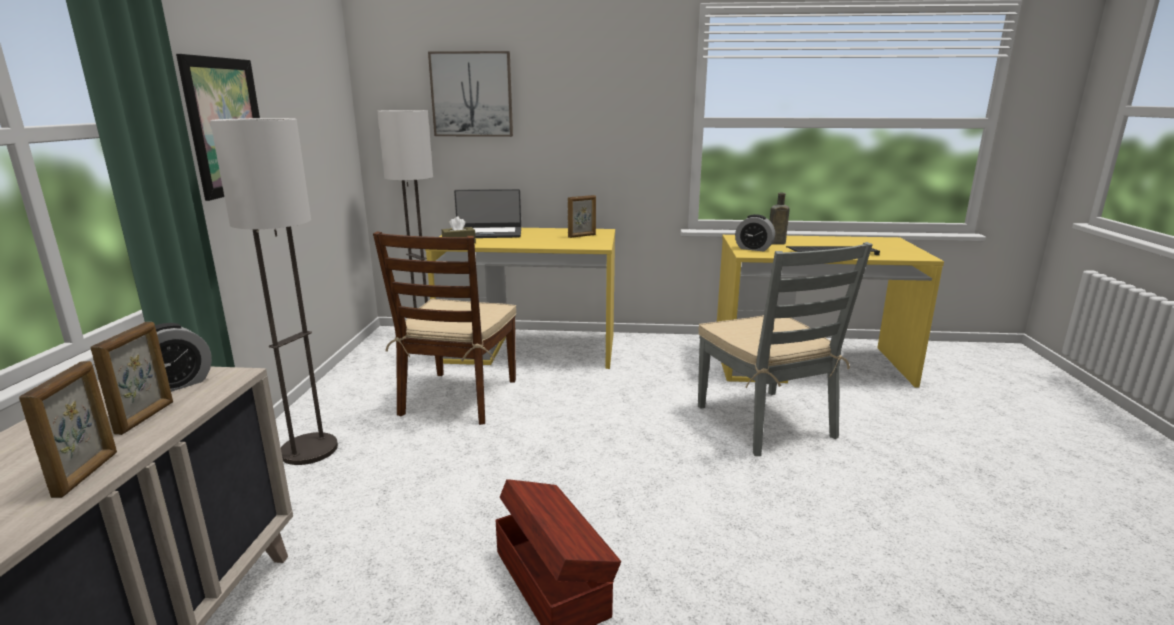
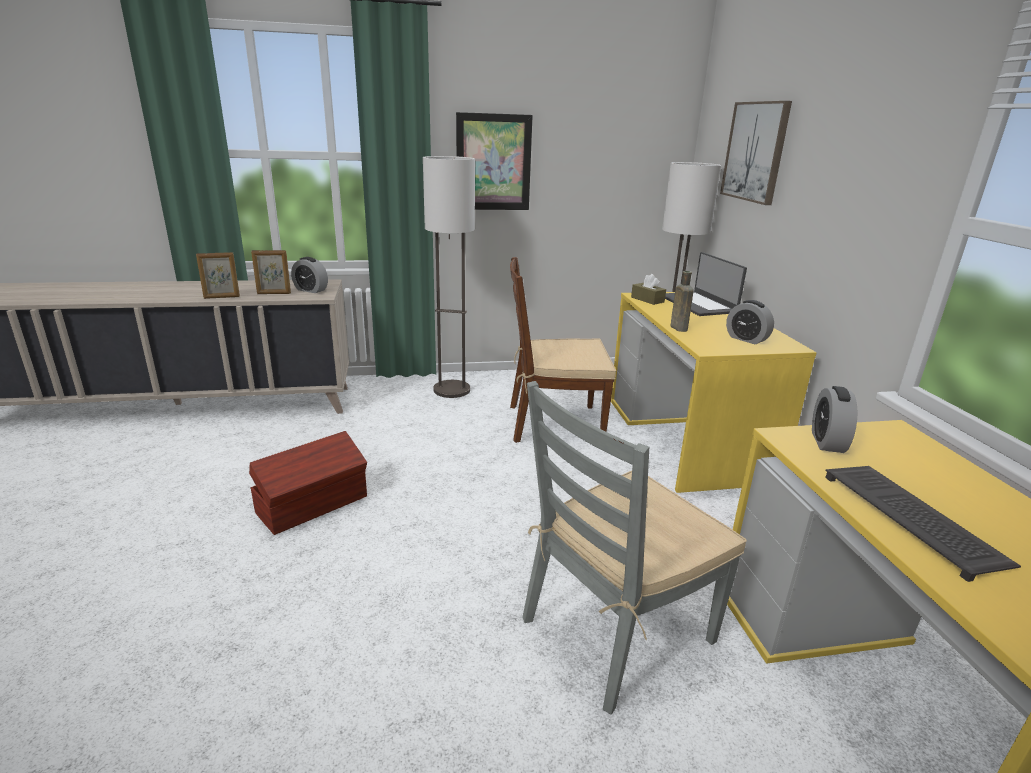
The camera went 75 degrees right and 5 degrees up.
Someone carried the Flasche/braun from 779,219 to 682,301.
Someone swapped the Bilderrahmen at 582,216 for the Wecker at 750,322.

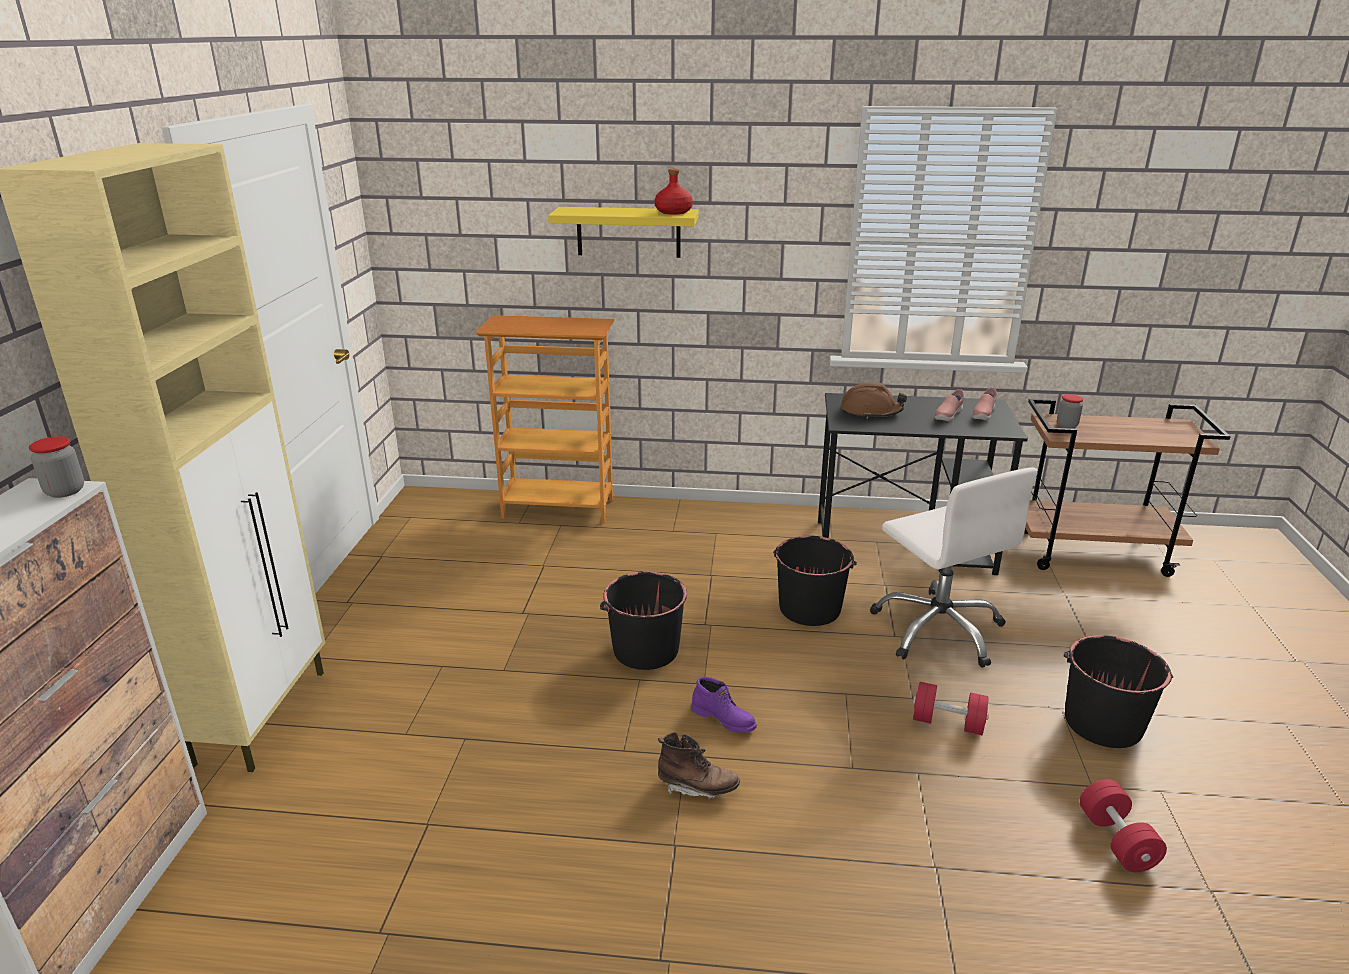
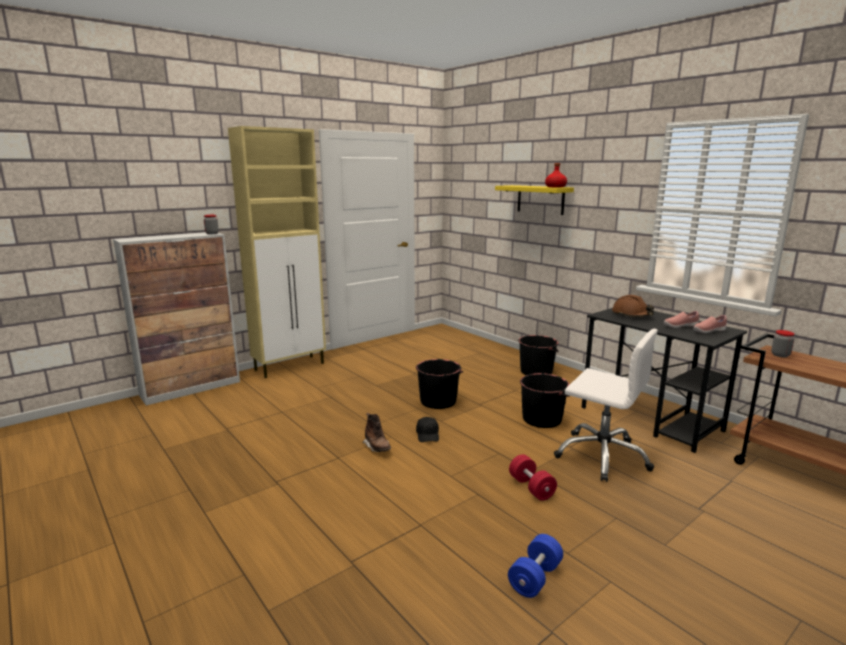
The camera went 45 degrees right and 10 degrees down.
Someone took away the Bücherregal at 545,419.
Someone rotated the Bürostuhl/weiß at 954,567 by 75 degrees counterclockwise.
Someone carried the Eimer/schwarz from 1118,691 to 538,355.
Someone swapped the Stiefel/lila at 724,705 for the Kappe/schwarz at 427,429.
Someone repainted the Hantel/rot at 1123,825, which became the Hantel/blau at 535,566.

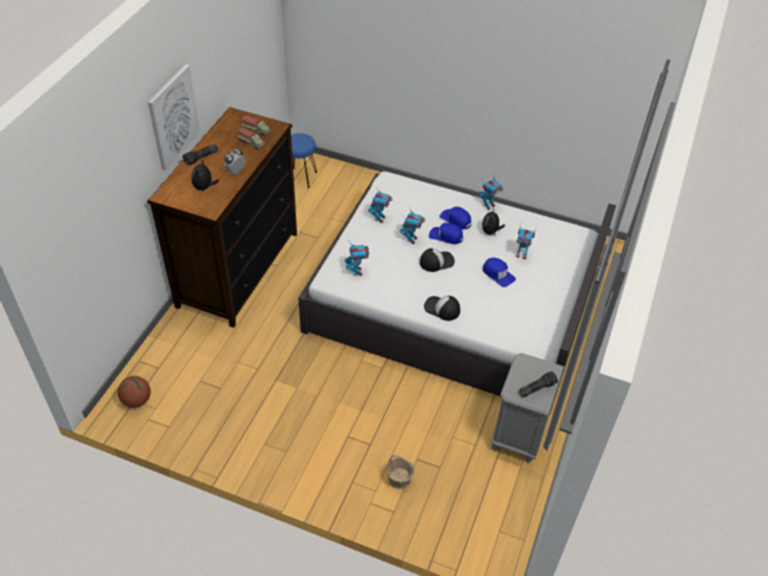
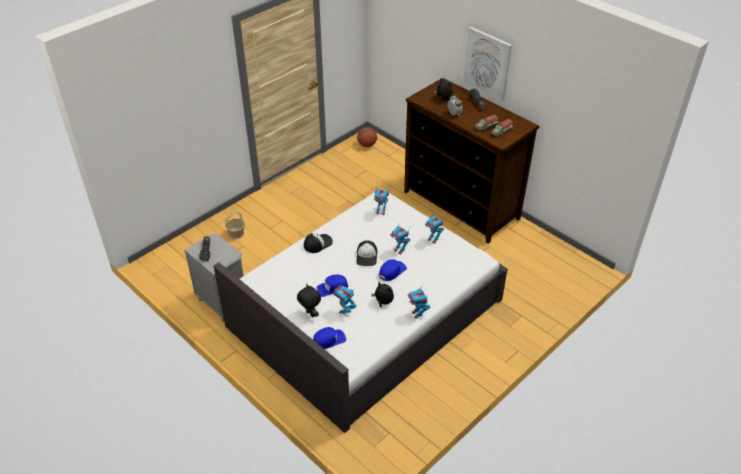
The camera went 115 degrees right and 5 degrees down.
Someone took away the Hocker/blau at 304,160.
Someone carried the Kappe/blau from 455,218 to 329,338.
Someone put down the Plüschtier/schwarz at 309,300.

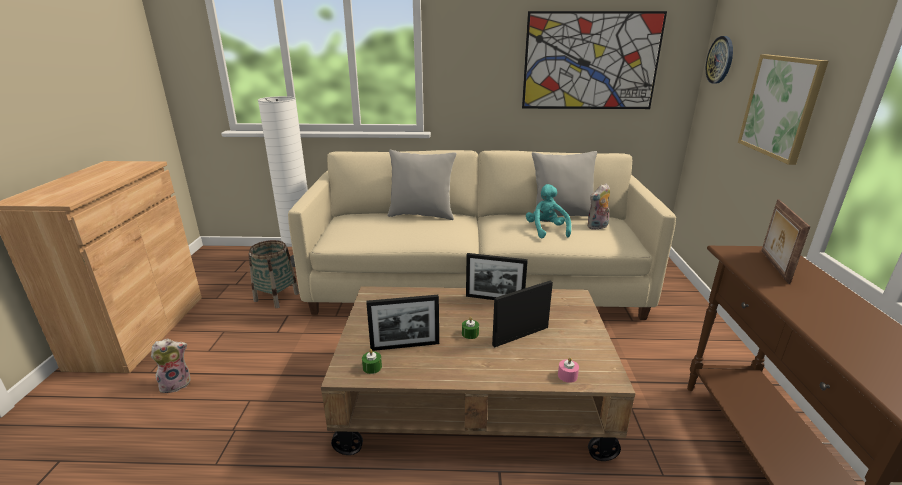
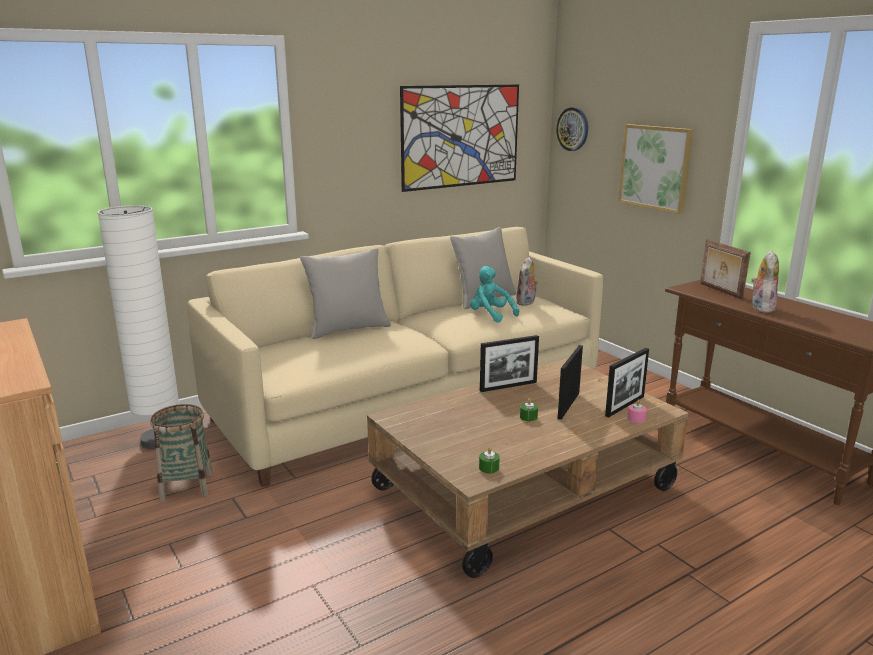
The camera went 35 degrees left and 5 degrees down.
Someone carried the Bilderrahmen from 402,323 to 627,383.
Someone carried the Plüschtier from 171,366 to 765,281.

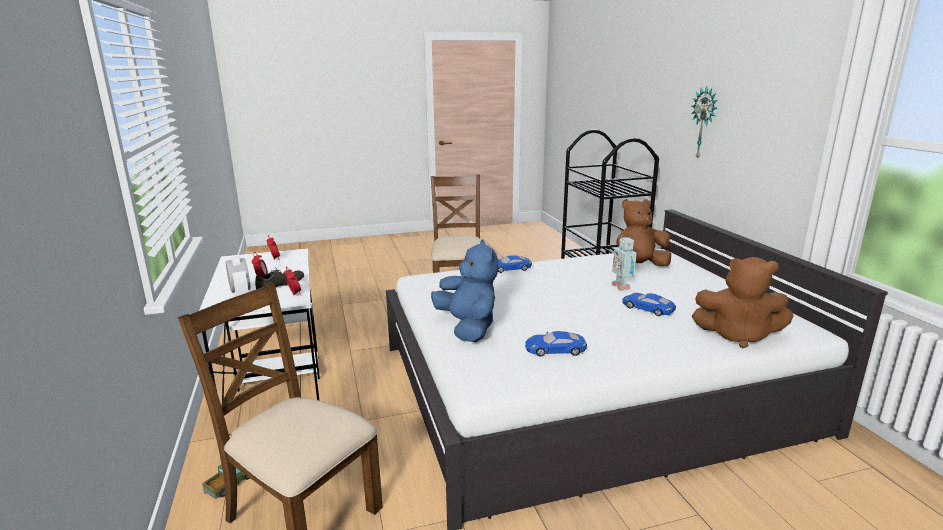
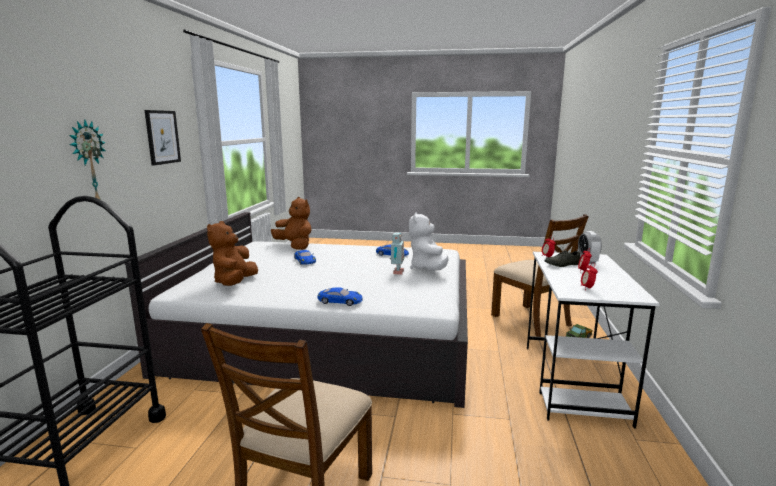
The camera went 155 degrees left and 5 degrees down.
Someone rotated the Plüschtier/braun at 643,232 by 90 degrees clockwise.
Someone carried the Spielzeugroboter from 624,264 to 397,254.
Someone repainted the Plüschtier/blau at 464,291, which became the Plüschtier/weiß at 428,241.
Someone put up the Bild at 162,137.

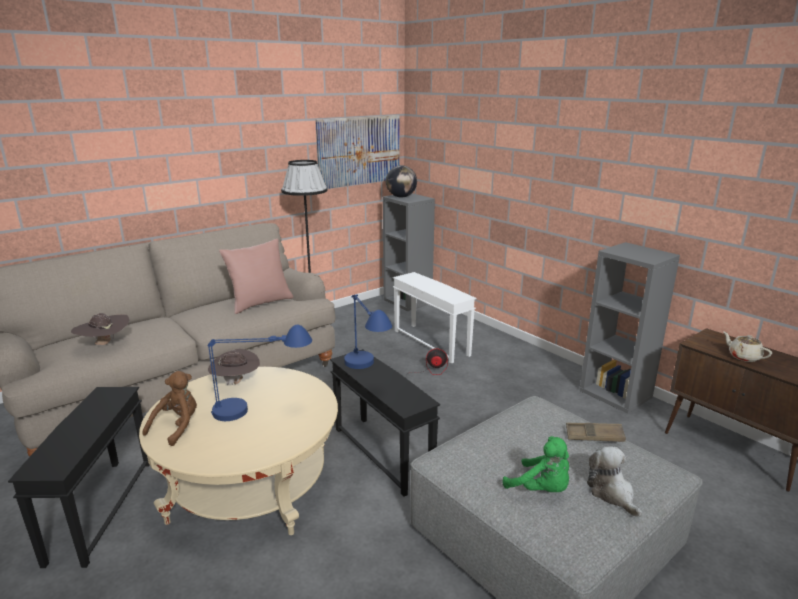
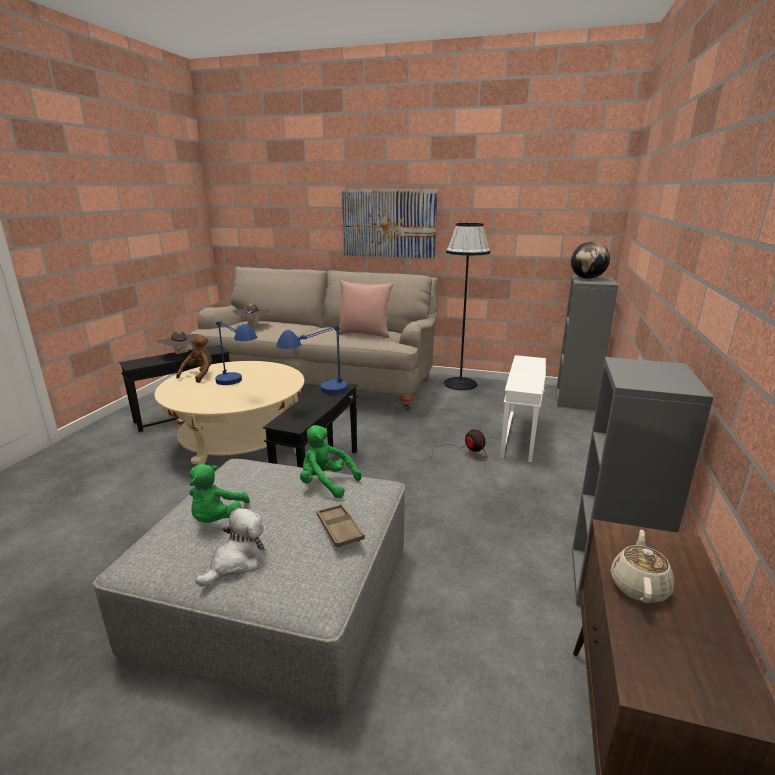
The camera went 55 degrees right and 0 degrees up.
Someone carried the Bild from 357,152 to 389,224.
Someone carried the Hut/braun from 234,367 to 178,342.
Someone rotated the Plüschtier/braun at 169,408 by 60 degrees counterclockwise.
Someone put down the Plüschtier/grün at 330,461.

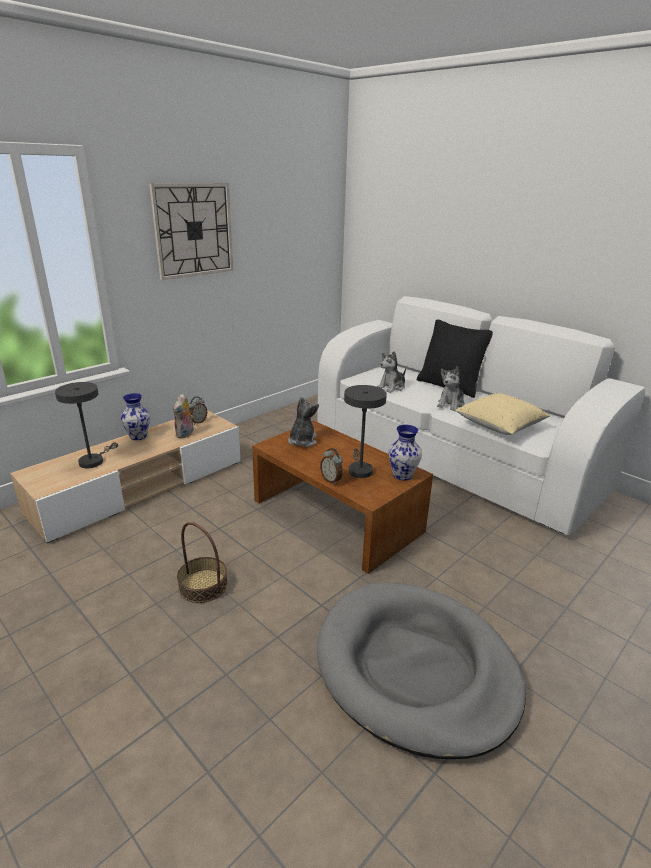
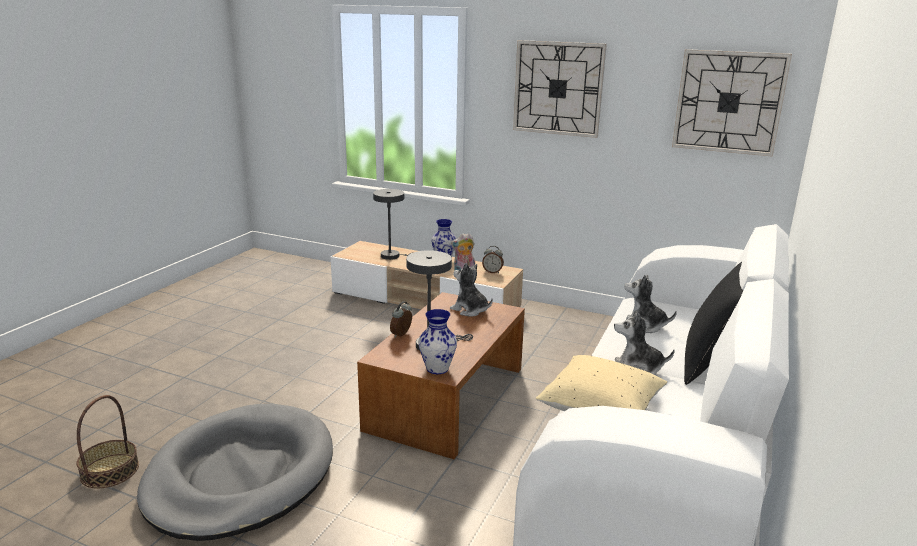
The camera went 70 degrees right and 5 degrees down.
Someone rotated the Plüschtier at 303,421 by 135 degrees counterclockwise.
Someone carried the Korb from 202,562 to 107,441.
Someone put up the Wanduhr at 732,103.

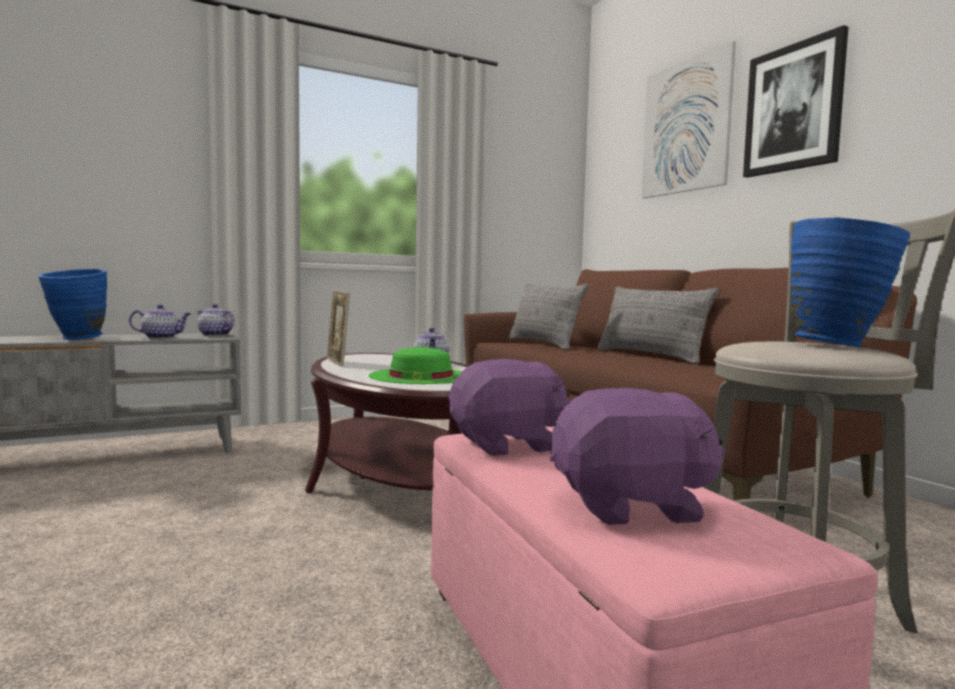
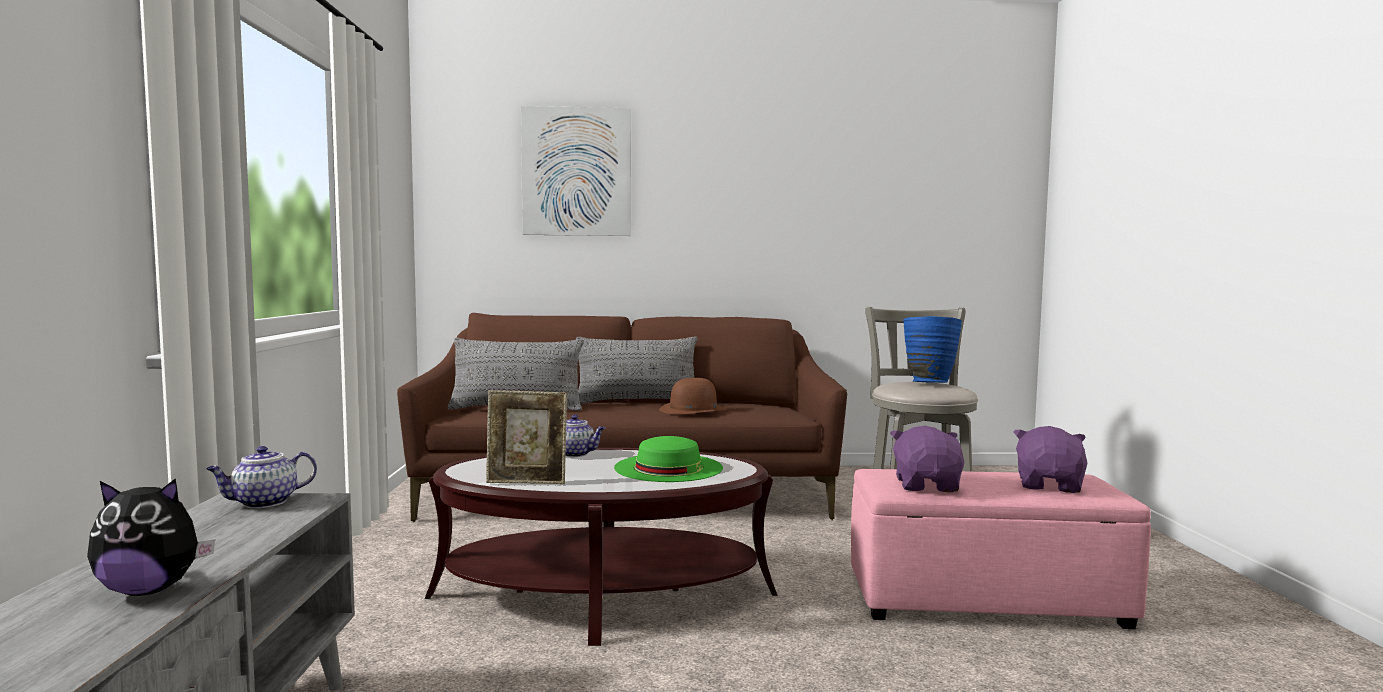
The camera went 65 degrees left and 0 degrees up.
Someone took away the Bild at 795,101.
Someone swapped the Vase/blau at 72,304 for the Plüschtier at 151,537.
Someone took away the Teekanne at 160,321.
Someone put down the Hut/braun at 693,396.

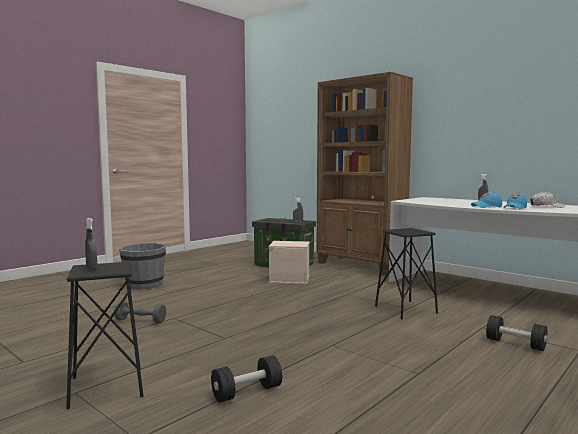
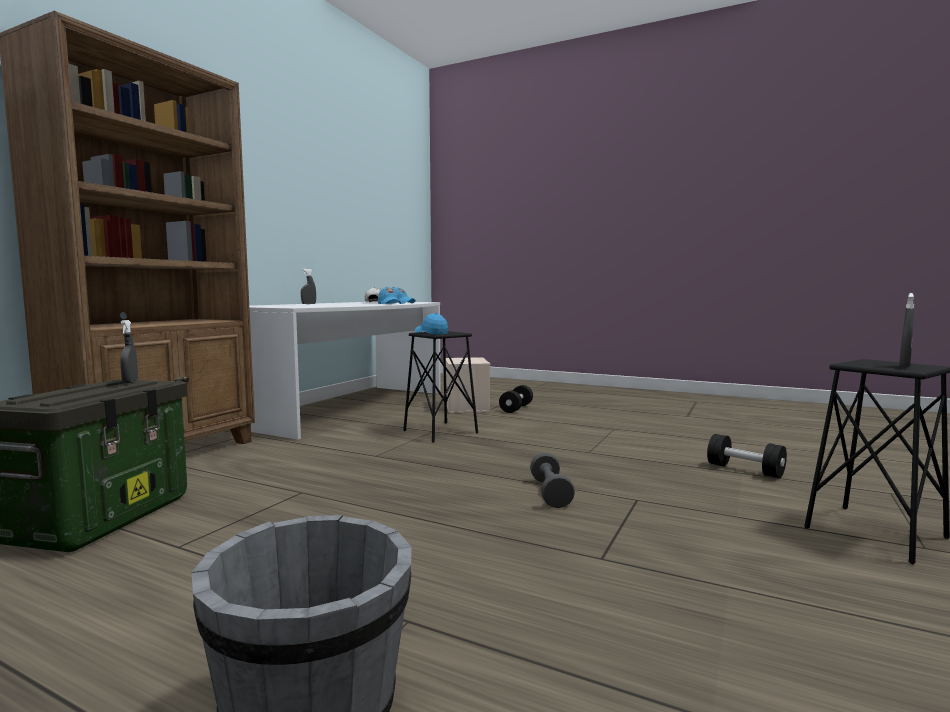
The camera went 105 degrees left and 0 degrees up.
Someone carried the Aufbewahrungsbox/beige from 289,262 to 468,385.
Someone carried the Hantel/grau from 140,312 to 552,480.
Someone put down the Kappe/blau at 431,324.

